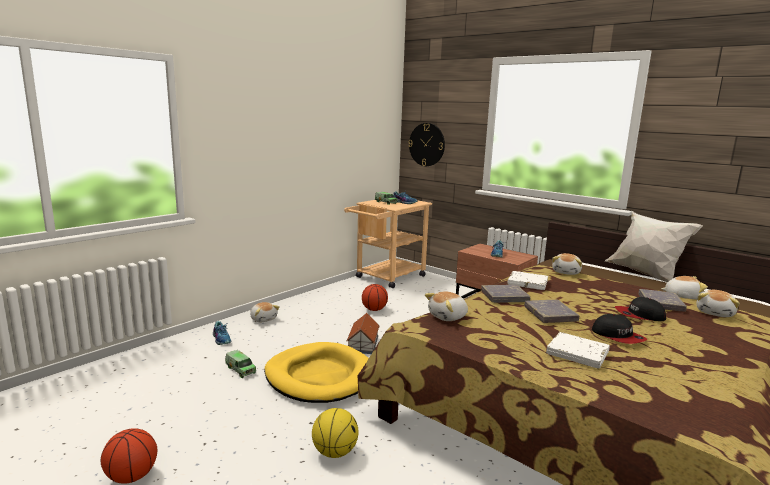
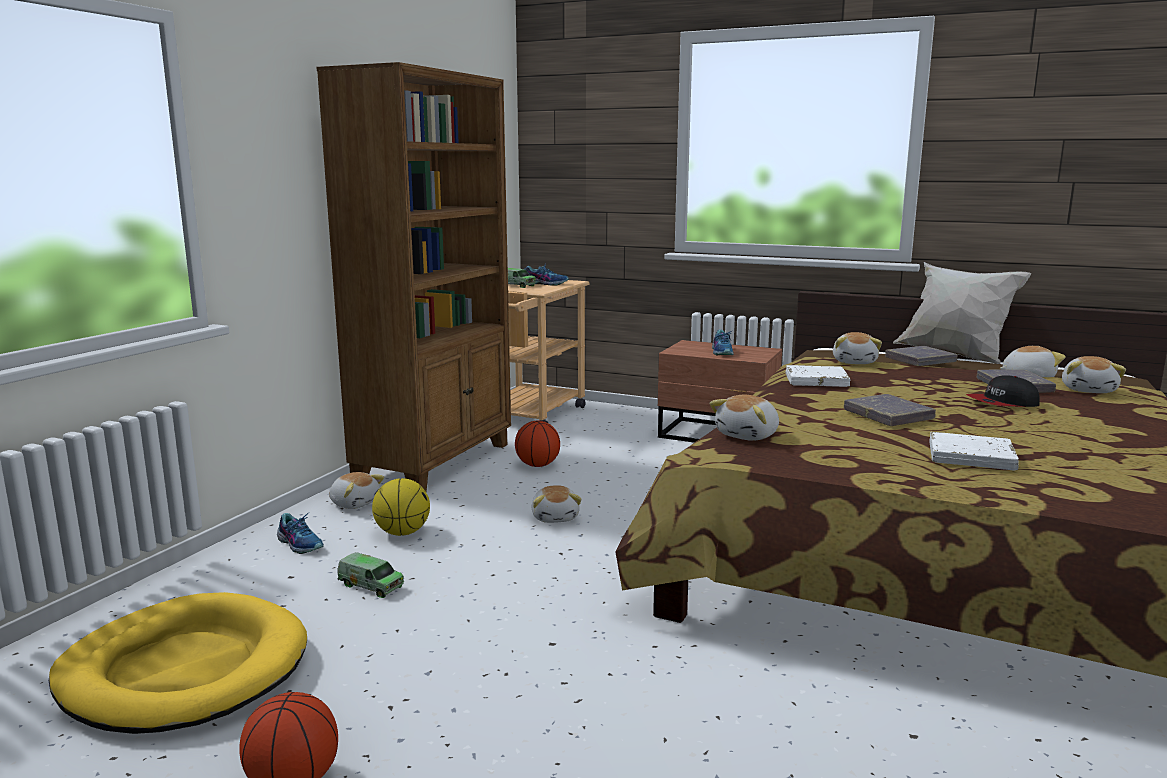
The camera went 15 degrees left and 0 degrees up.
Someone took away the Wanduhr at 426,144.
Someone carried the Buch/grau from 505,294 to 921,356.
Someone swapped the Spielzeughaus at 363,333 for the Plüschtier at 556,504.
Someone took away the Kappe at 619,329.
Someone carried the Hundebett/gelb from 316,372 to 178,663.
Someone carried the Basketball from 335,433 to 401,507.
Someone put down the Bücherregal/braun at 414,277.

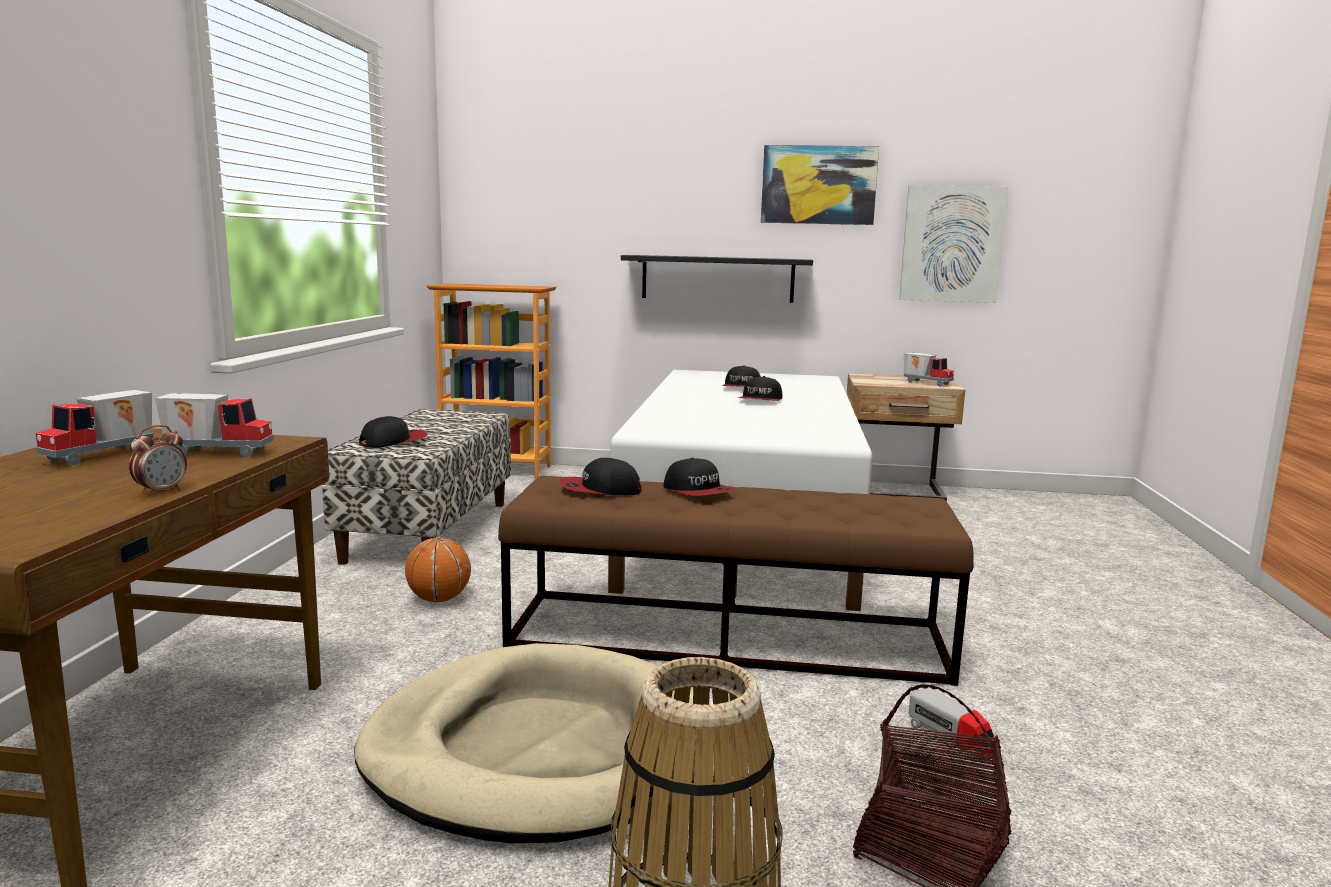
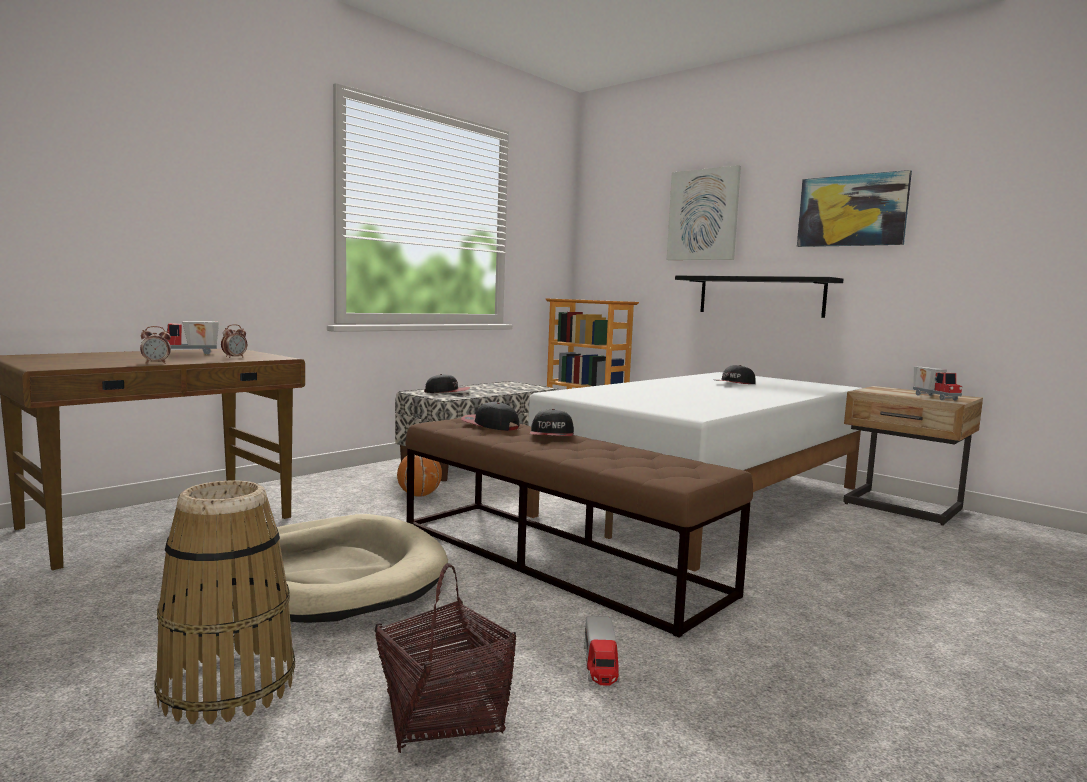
The camera went 35 degrees right and 5 degrees down.
Someone carried the Bild from 953,244 to 704,212.
Someone took away the Kappe at 760,388.
Someone swapped the Spielzeuglaster at 214,425 for the Wecker at 234,341.

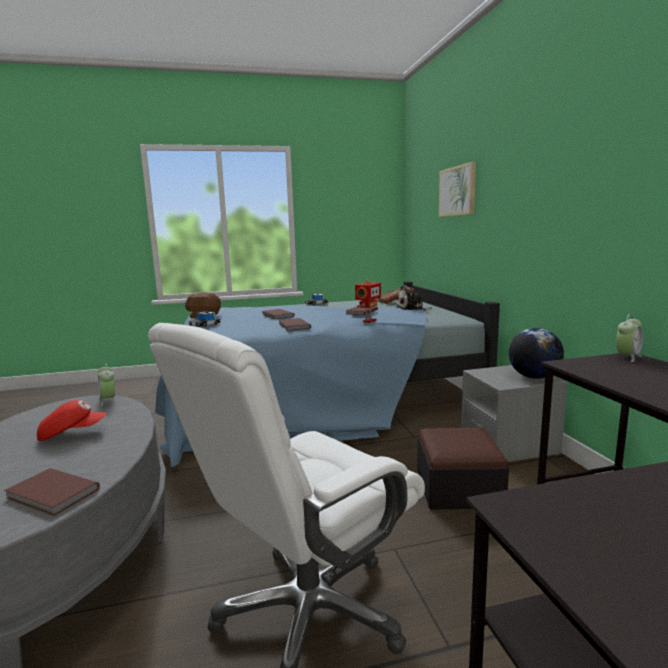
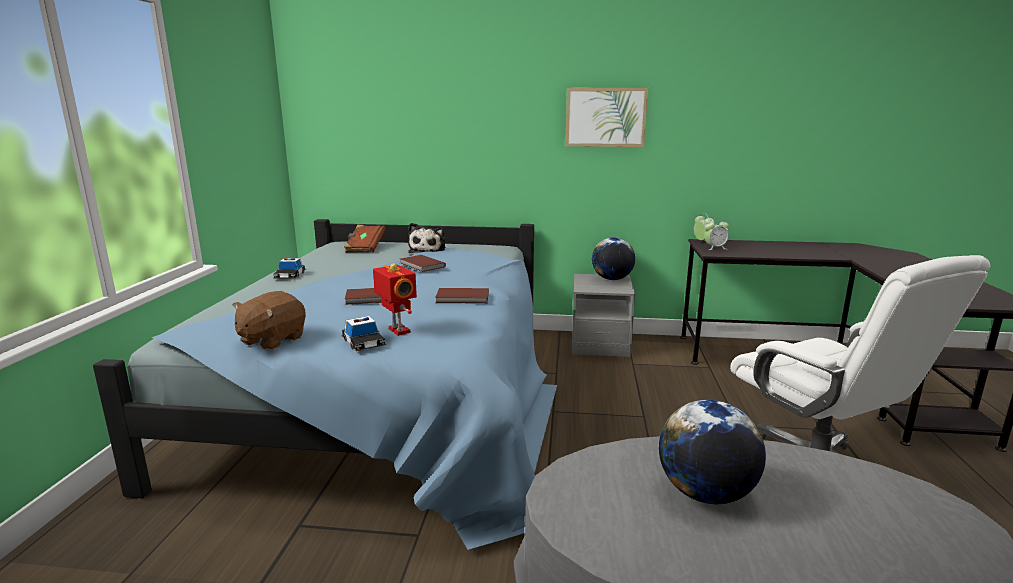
The camera went 70 degrees left and 5 degrees up.
Someone carried the Bild from 457,189 to 606,117.
Someone carried the Spielzeugroboter from 368,301 to 395,299.
Someone carried the Wecker from 106,385 to 716,234.
Someone swapped the Kappe/rot at 71,420 for the Globus at 712,452.
Someone took away the Polsterhocker at 463,469.
Someone took away the Buch/braun at 52,492.

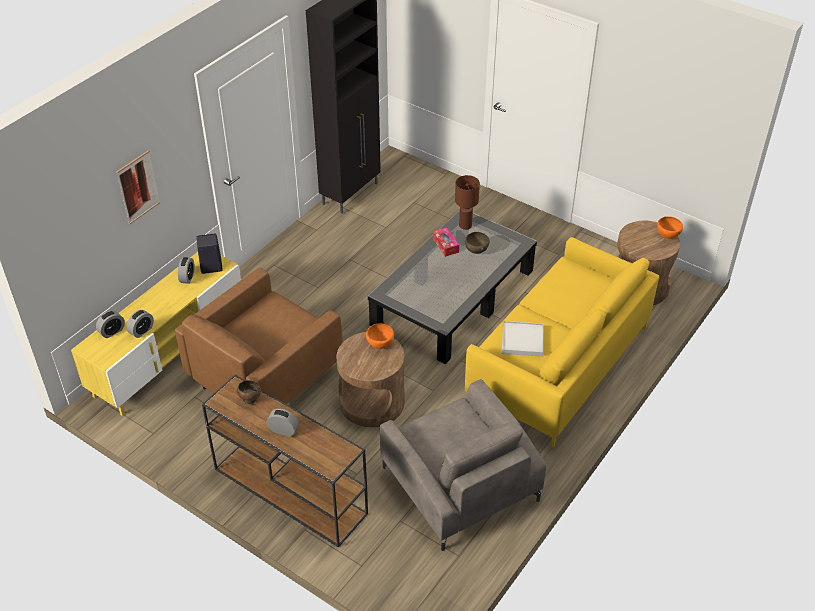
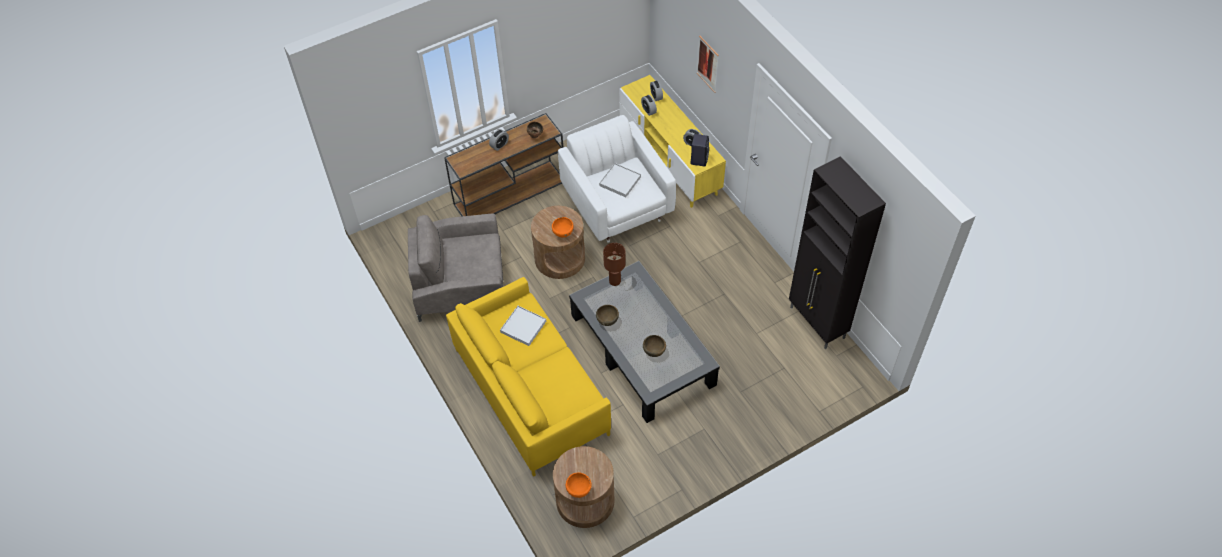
The camera went 115 degrees right and 10 degrees up.
Someone carried the Tischlampe/braun from 467,202 to 614,264.
Someone took away the Taschentuchbox at 446,242.
Someone repainted the Sessel/braun at 259,336, which became the Sessel/weiß at 617,179.
Someone put down the Tablett/weiß at 620,180.
Someone put down the Schüssel/braun at 607,315.

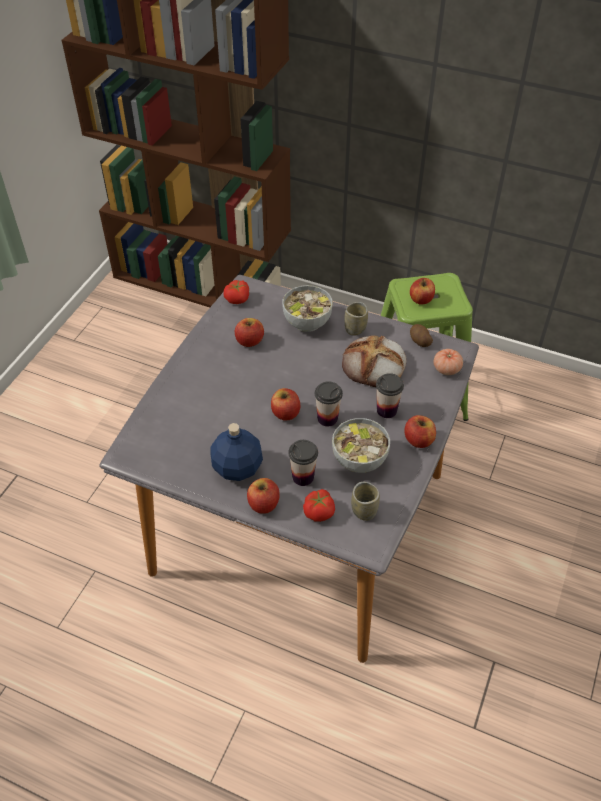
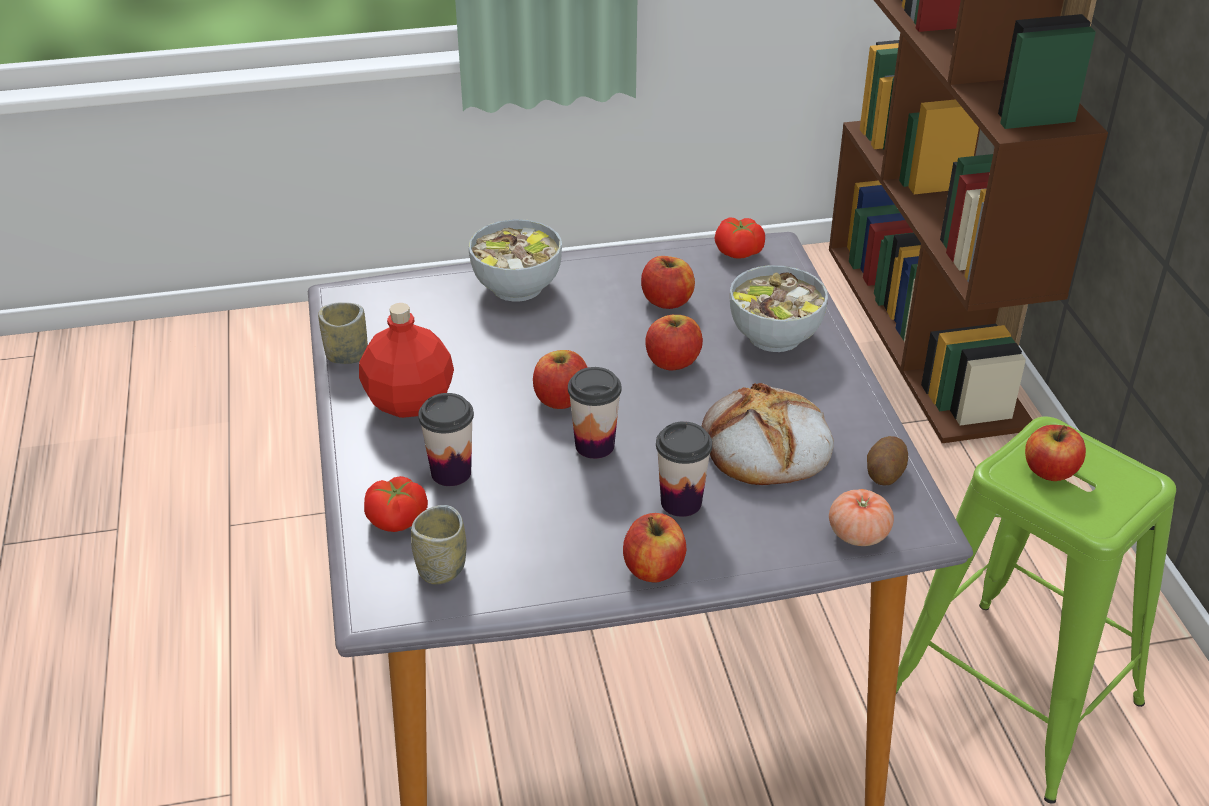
The camera went 55 degrees right and 10 degrees down.
Someone carried the Tasse from 356,319 to 343,333.
Someone carried the Schüssel from 361,445 to 515,260.
Someone repainted the Flasche/blau at 236,452, which became the Flasche/rot at 406,360.
Someone carried the Apfel from 263,496 to 674,342.

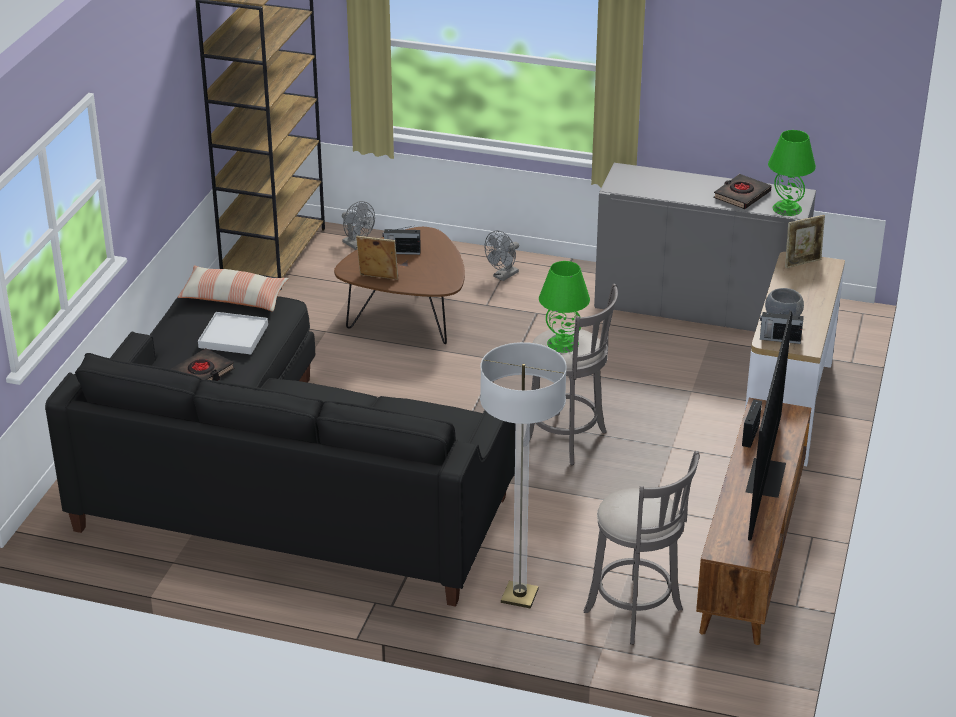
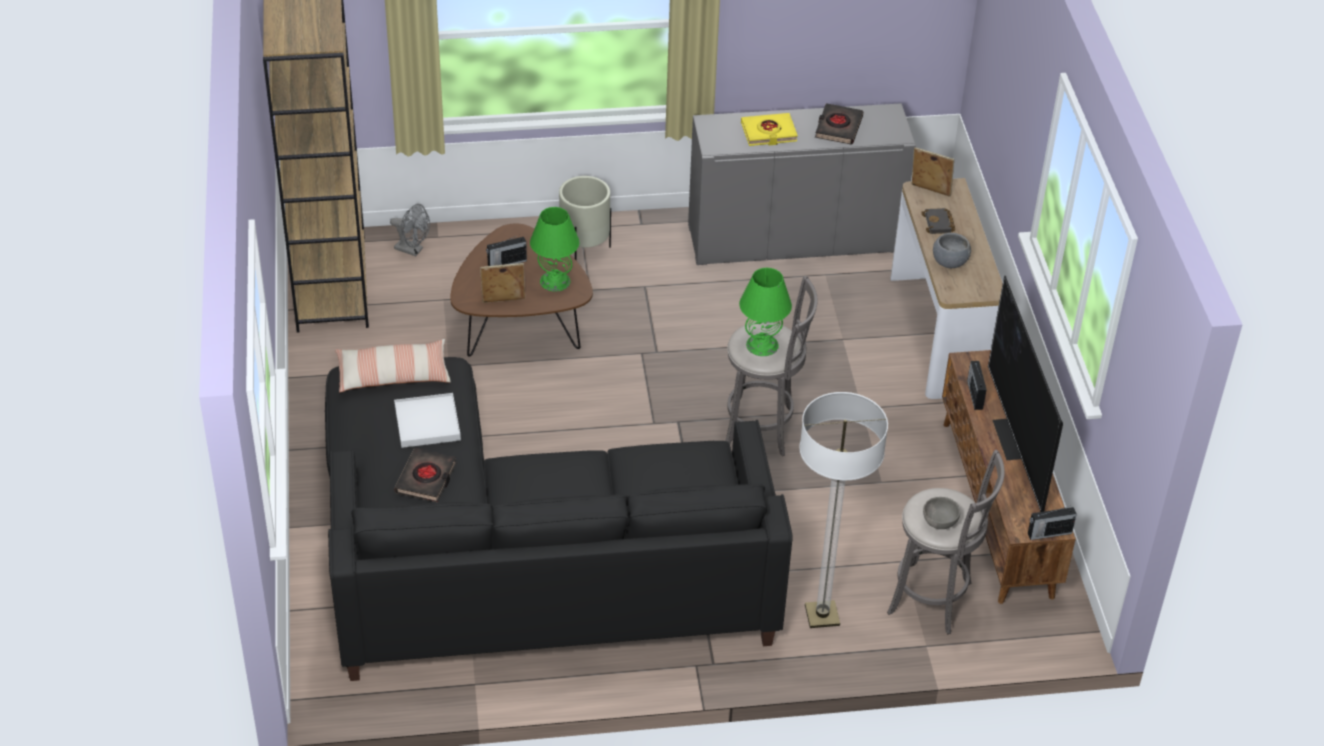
The camera went 25 degrees left and 10 degrees up.
Someone carried the Tischlampe/grün from 792,173 to 554,249.
Someone rotated the Bilderrahmen at 805,241 by 105 degrees counterclockwise.
Someone swapped the Ventilator/grau at 501,255 for the Pflanzkübel/beige at 585,218.
Someone carried the Radio from 782,327 to 1052,523.
Someone put down the Buch/gelb at 769,129.
Someone put down the Buch/schwarz at 938,221.
Someone put down the Schüssel/grau at 941,513.

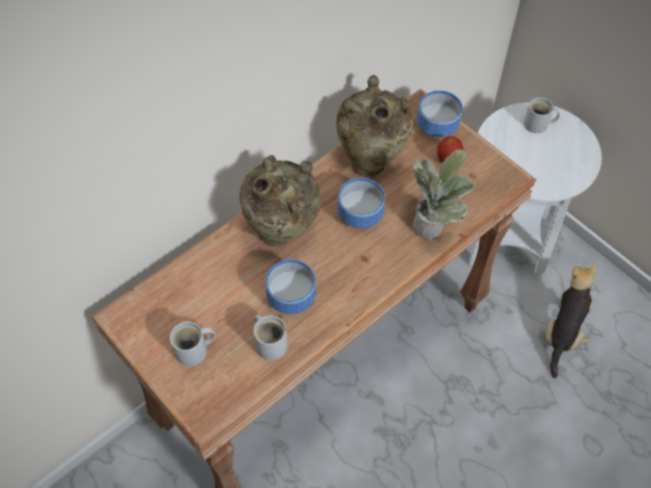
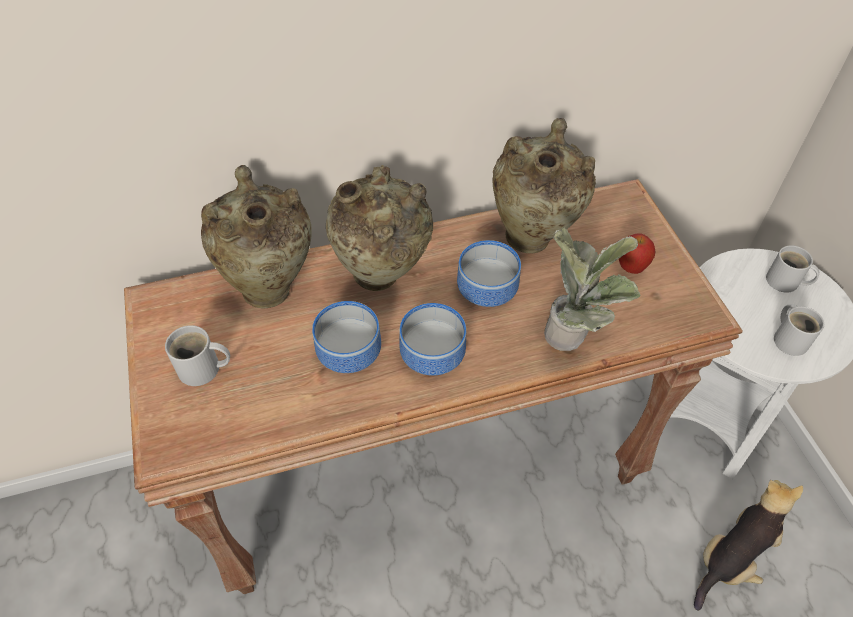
The camera went 25 degrees right and 5 degrees down.
Someone carried the Schüssel from 440,113 to 432,339.
Someone carried the Henkelbecher/weiß from 270,337 to 799,330.
Someone put down the Vase/beige at 256,237.

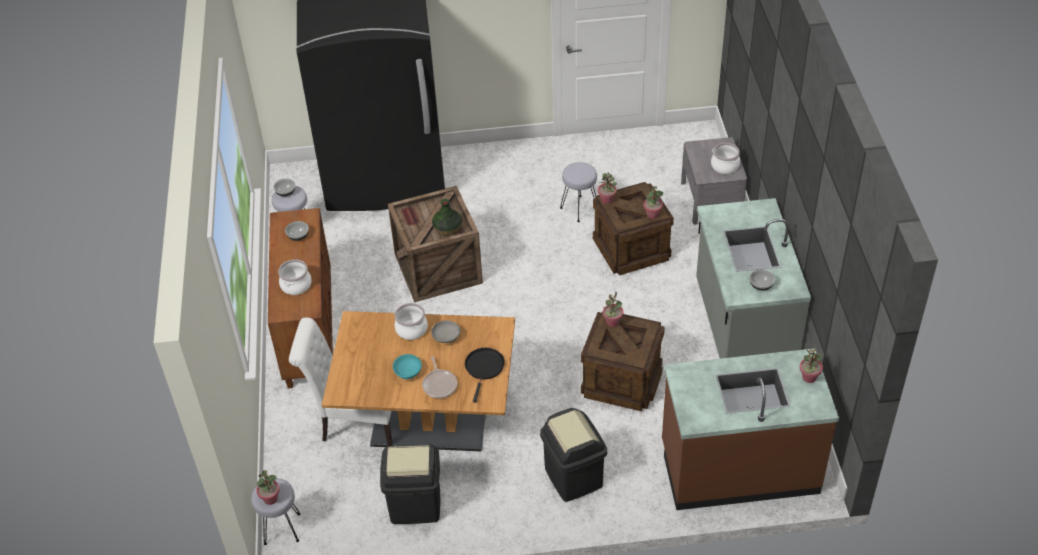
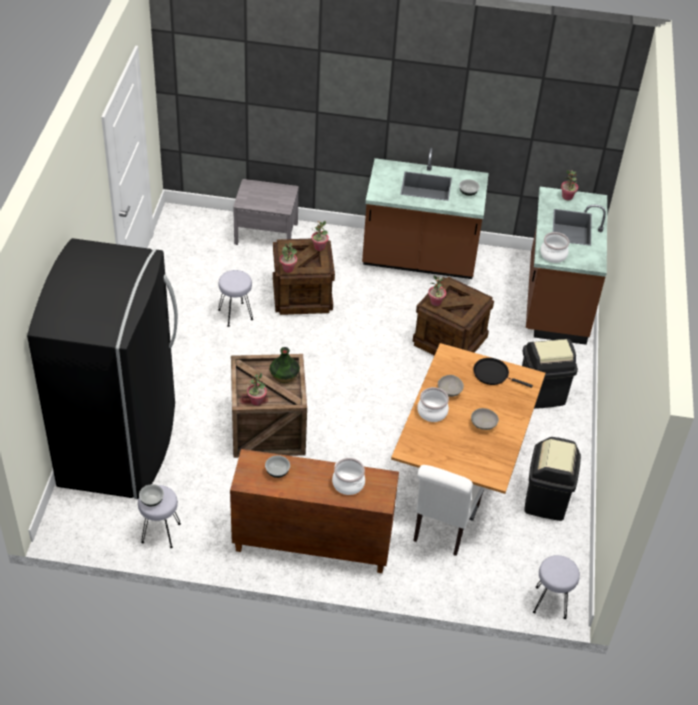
The camera went 80 degrees left and 0 degrees up.
Someone carried the Kochtopf from 725,158 to 555,247.
Someone repainted the Küchenzeile/grau at 753,278, which became the Küchenzeile/braun at 425,213.
Someone repainted the Schüssel/türkis at 407,366, which became the Schüssel/grau at 485,419.
Someone took away the Pfanne at 440,377.
Someone carried the Topfpflanze from 268,487 to 257,389.

